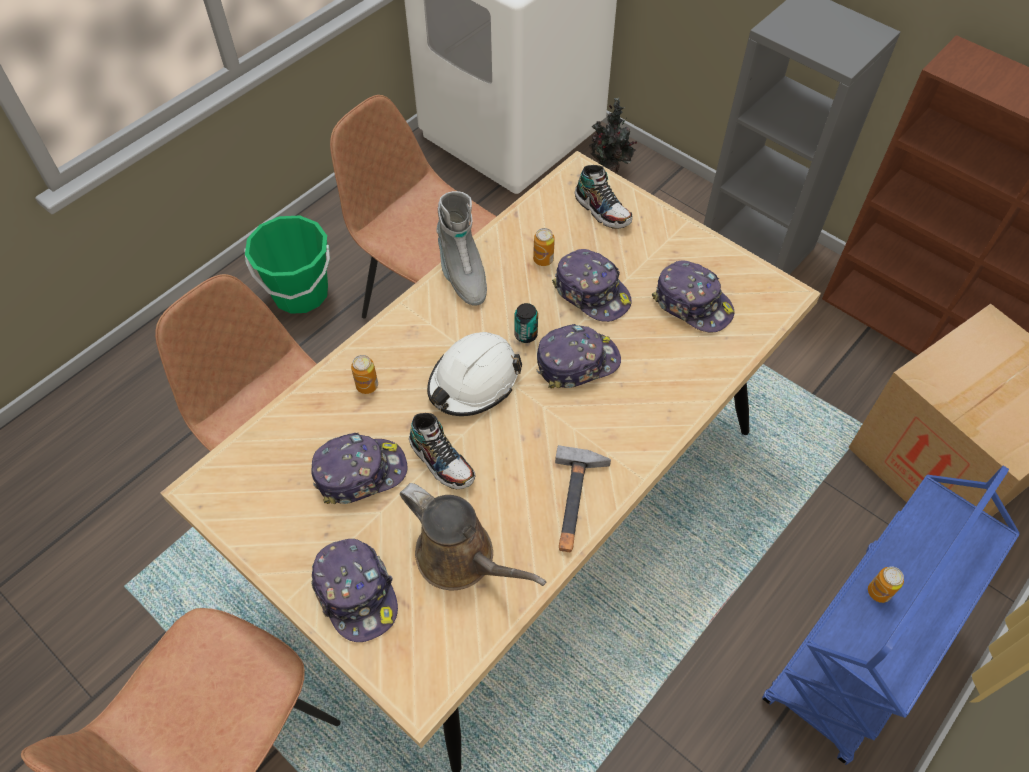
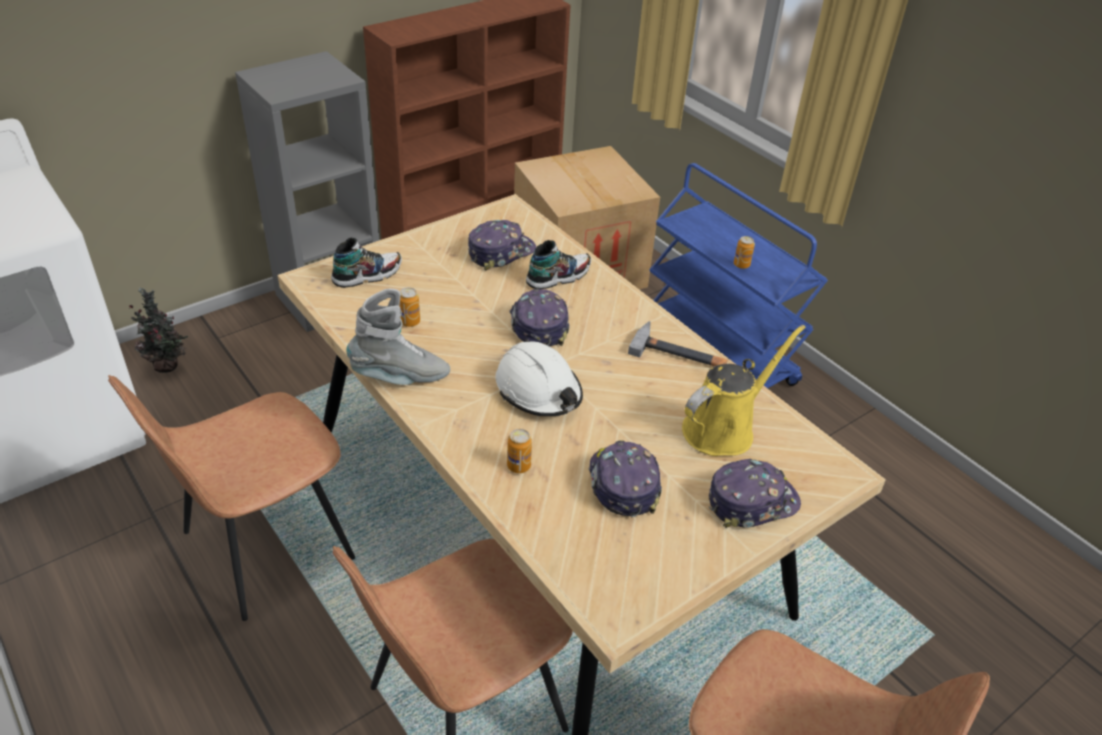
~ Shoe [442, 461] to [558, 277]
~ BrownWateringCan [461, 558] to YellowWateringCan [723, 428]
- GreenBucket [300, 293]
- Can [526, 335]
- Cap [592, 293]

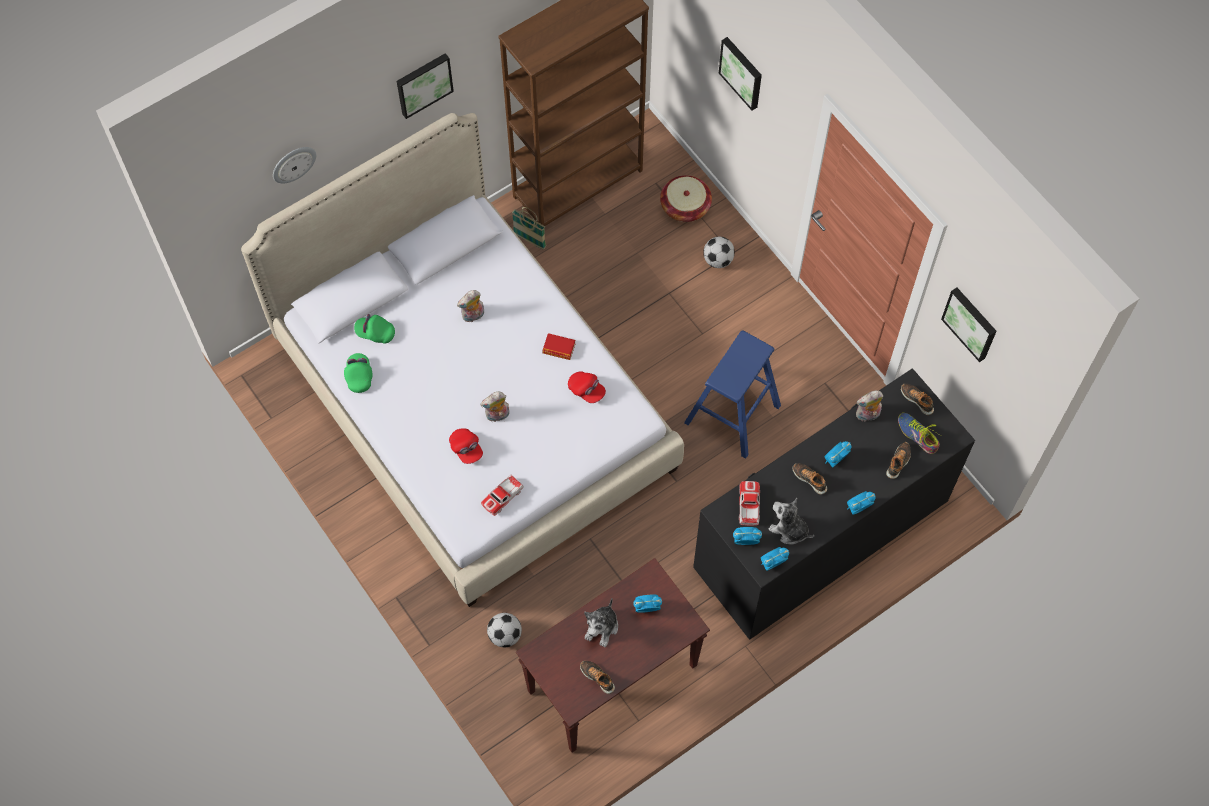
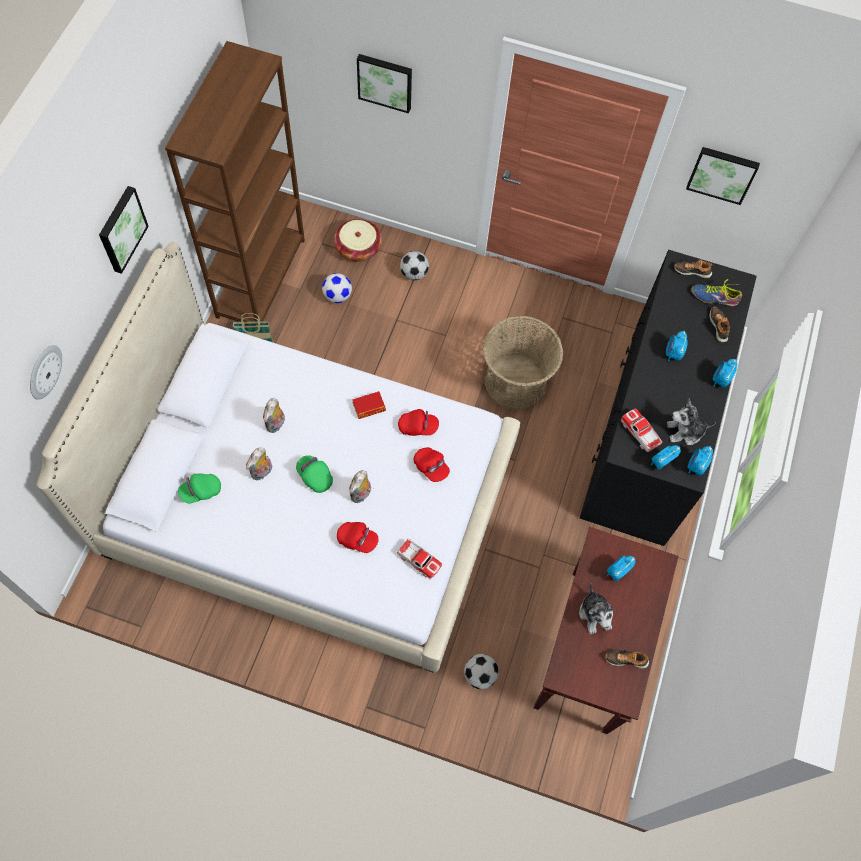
~ PlushToy [867, 415] to [262, 472]
~ GreenCap [359, 376] to [314, 476]
+ Football [337, 296]
~ ToyCar [502, 496] = [419, 560] 60 degrees counterclockwise
+ RedCap [431, 467]
~ BlueStool [732, 414] to Basket [515, 382]
- Shoe [810, 479]

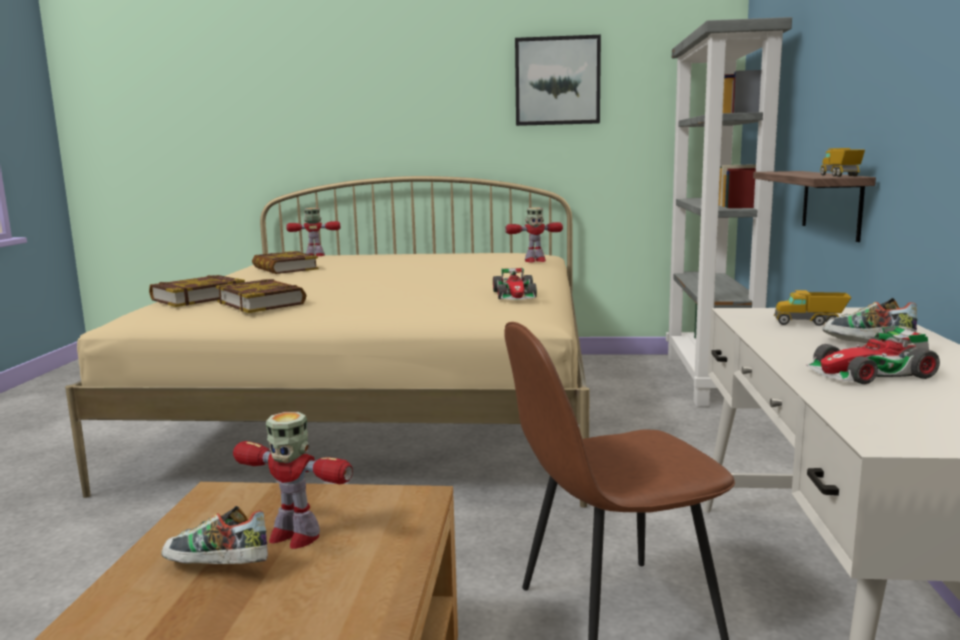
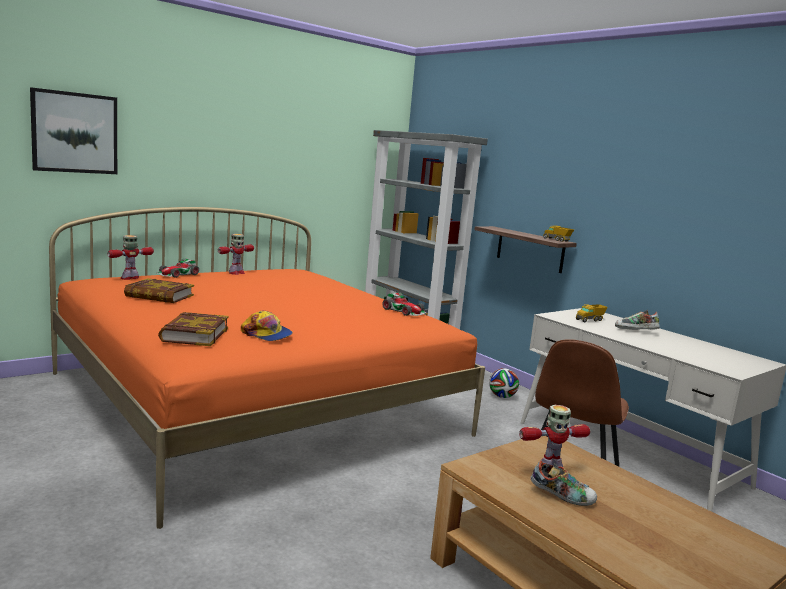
~ Picture [557, 81] to [75, 132]
~ BeigeBed [385, 409] to OrangeBed [255, 403]
~ ToyCar [870, 373] to [178, 274]
~ ToyRobot [534, 261] to [236, 273]
~ Book [262, 303] to Cap [267, 334]
+ Football [502, 396]
~ Shoe [216, 570] = [562, 497] 135 degrees counterclockwise

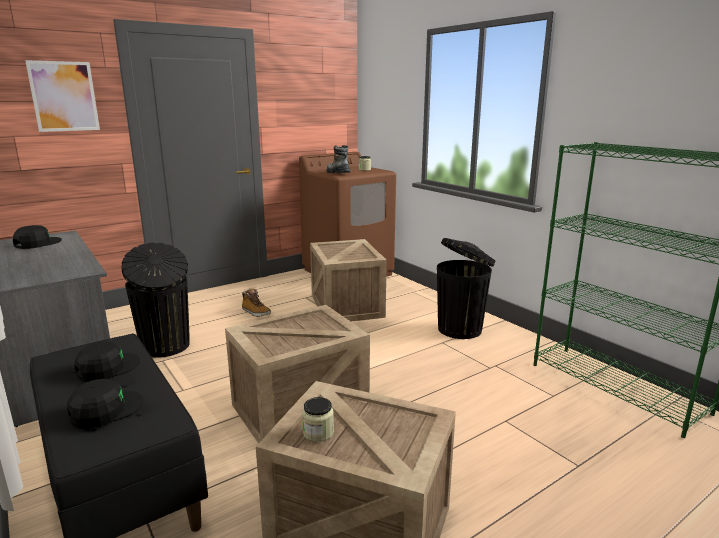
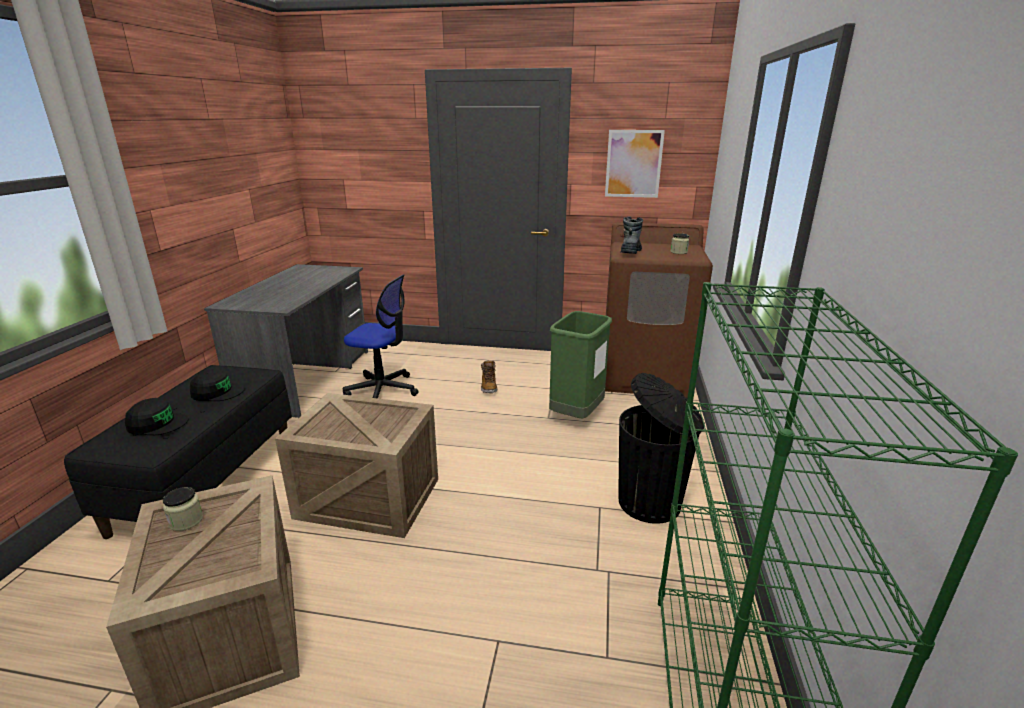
~ BlackTrashCan [165, 347] to OfficeChair [383, 390]
~ Crate [347, 306] to GreenTrashCan [576, 415]
~ Picture [64, 96] to [633, 164]
- BlackCap [37, 243]

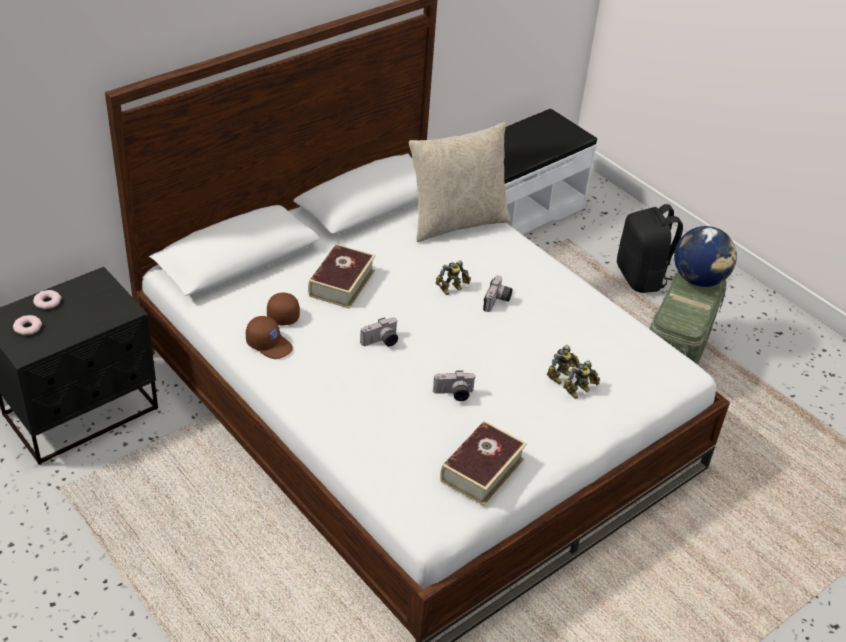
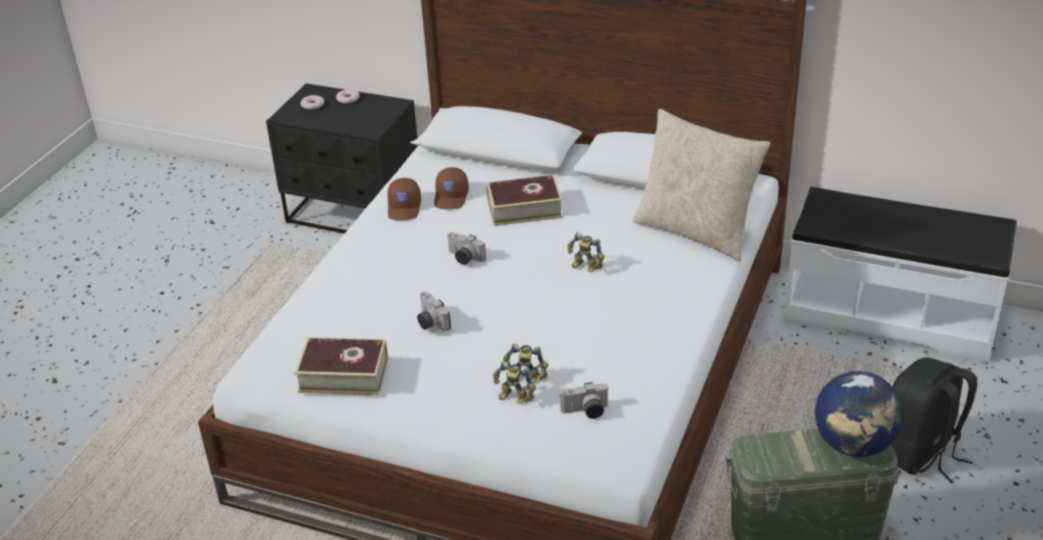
~ BrownCap [282, 312] = [452, 197] 135 degrees clockwise
~ PhotoCamera [497, 302] to [585, 412]

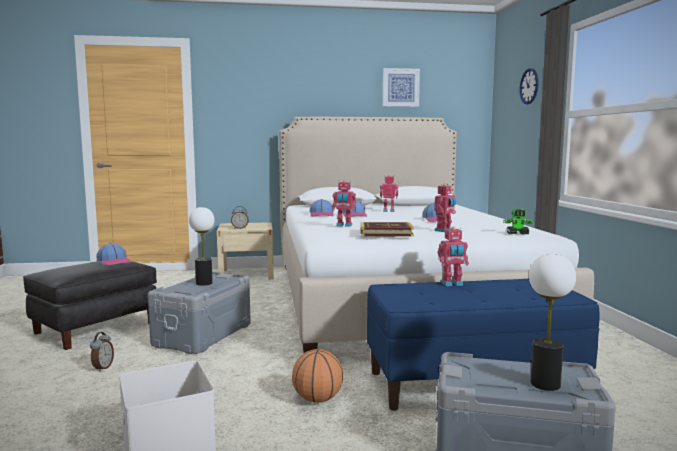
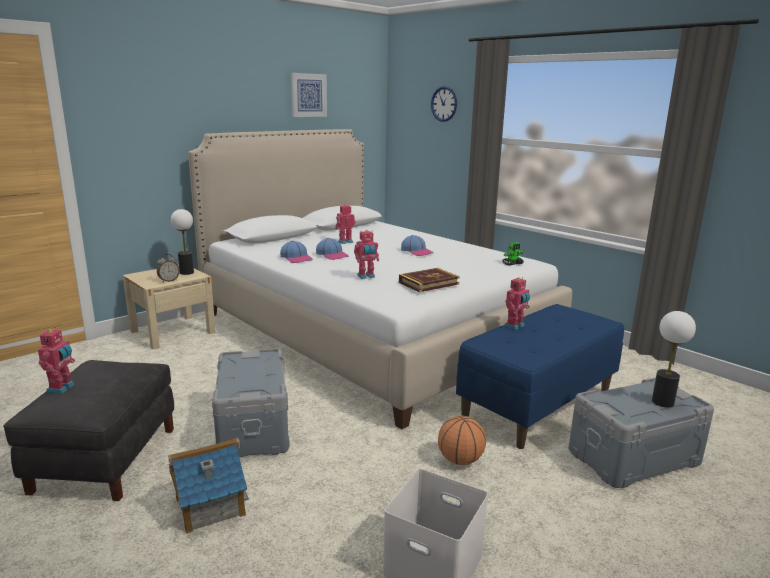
~ ToyRobot [444, 230] to [62, 388]
~ AlarmClock [102, 368] to ToyHouse [209, 506]
~ TableLamp [204, 283] to [187, 272]
- Cap [114, 261]

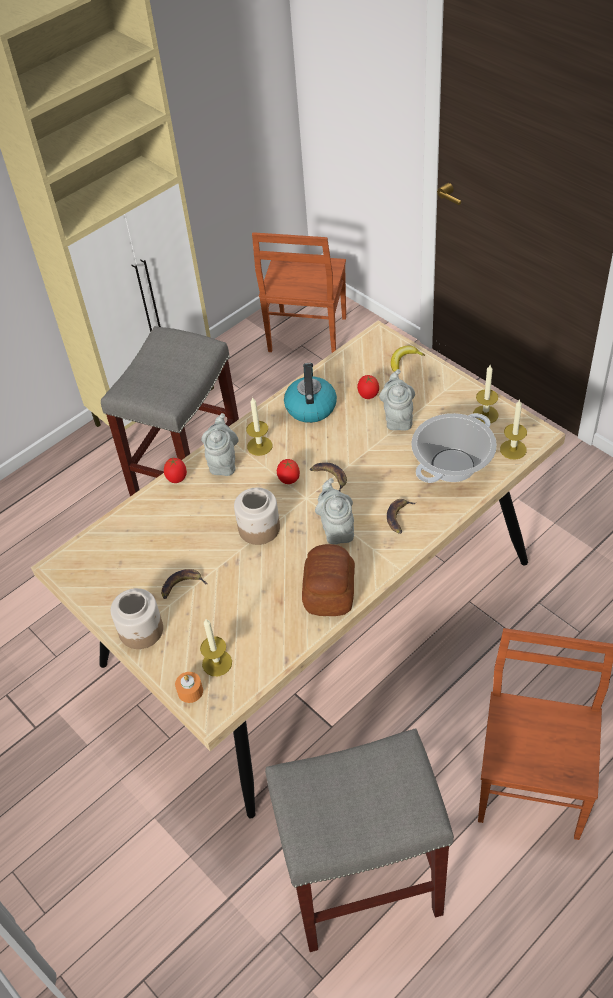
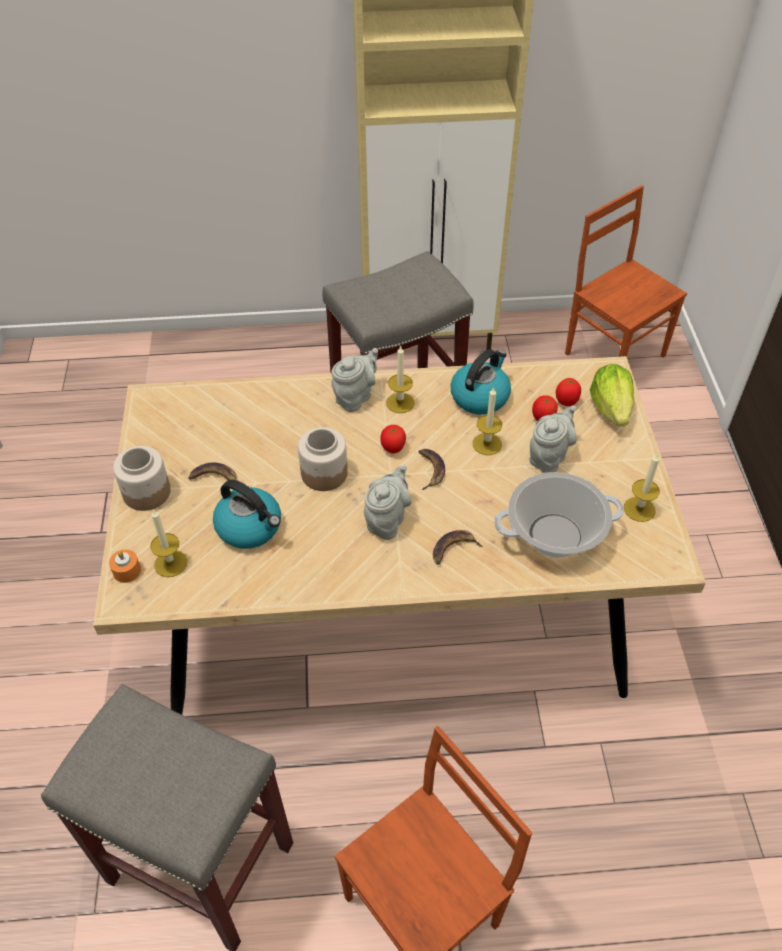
+ Kettle [250, 527]
~ Candle [513, 449] to [487, 444]
~ Tomato [177, 479] to [566, 402]
~ BrownChair [306, 335] = [614, 353] 90 degrees clockwise
~ Banana [404, 361] to Lettuce [611, 408]
- Bread [330, 591]

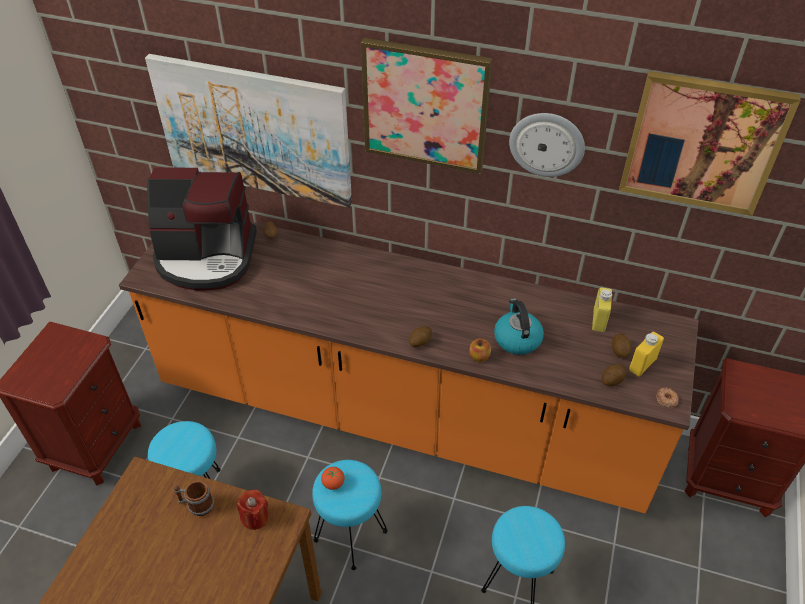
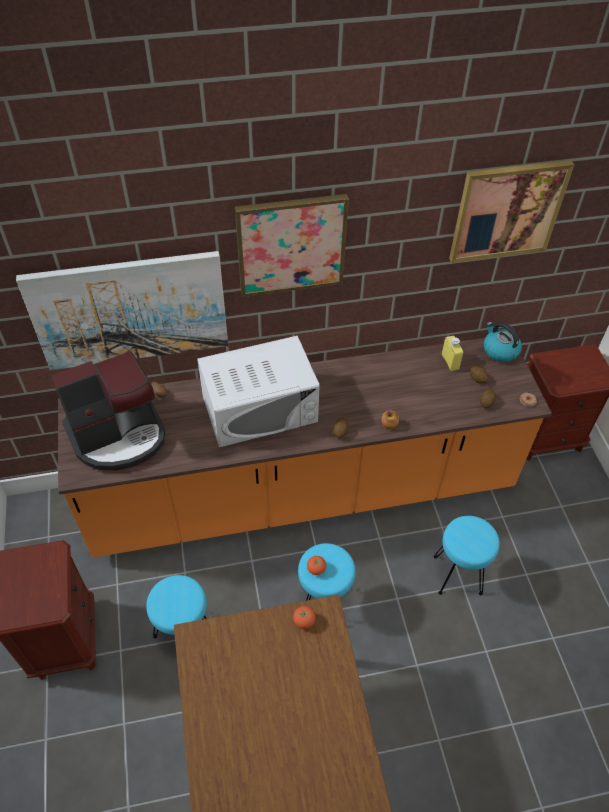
+ WhiteMicrowave [260, 409]
~ RedCandle [255, 517] to Tomato [304, 621]
~ Kettle [517, 339] to [499, 351]
- Mug [196, 505]
- WallClock [547, 144]
- YellowBottle [642, 364]

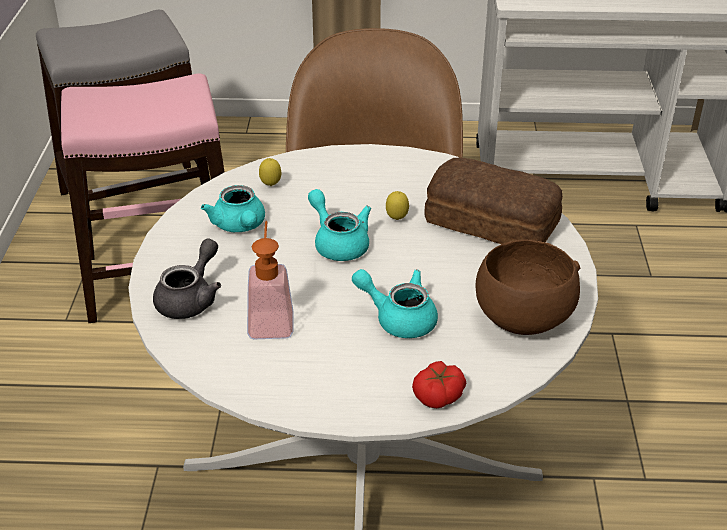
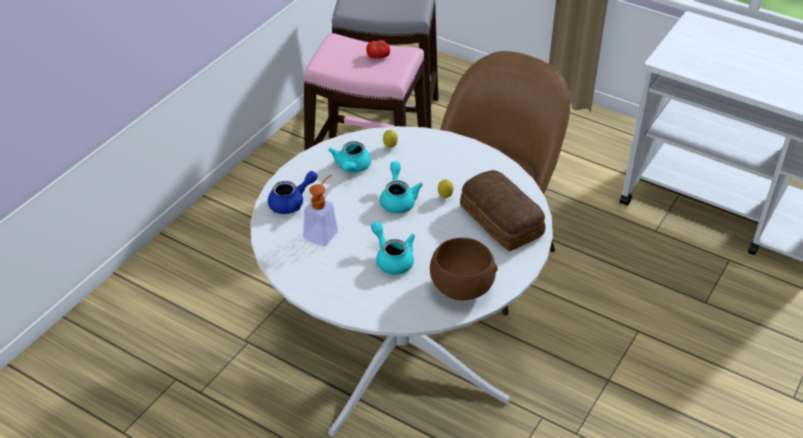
~ GreyTeapot [191, 299] to BlueTeapot [292, 203]
~ Tomato [439, 395] to [378, 55]

